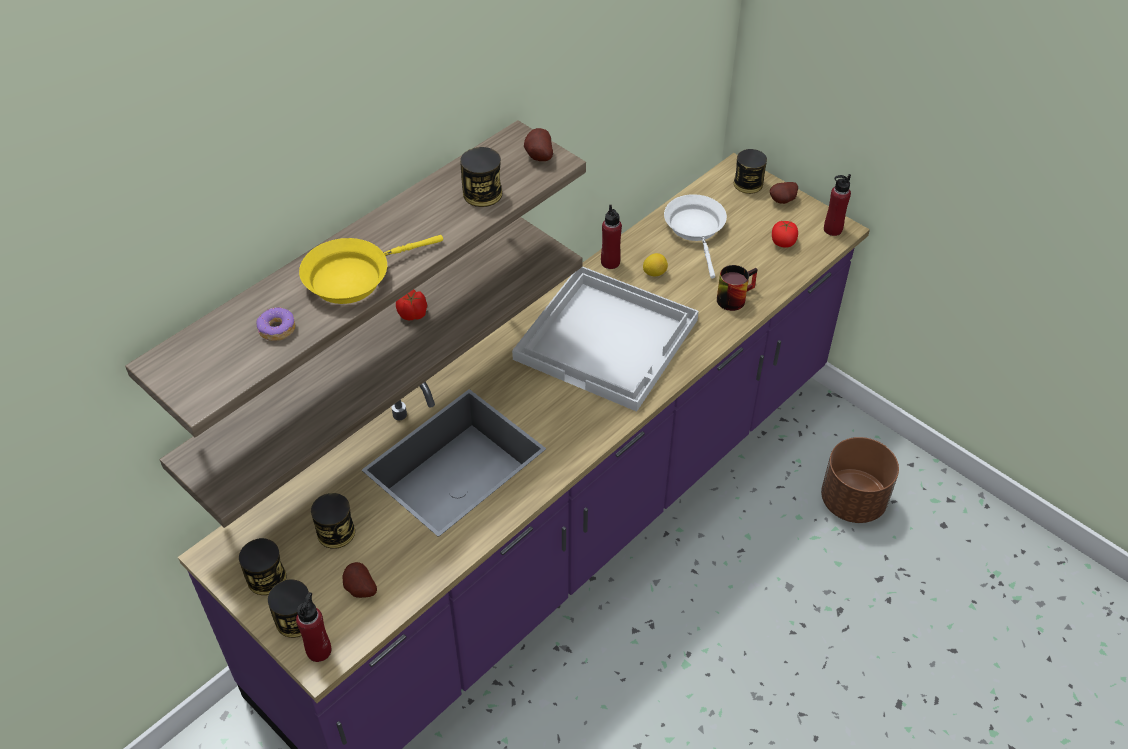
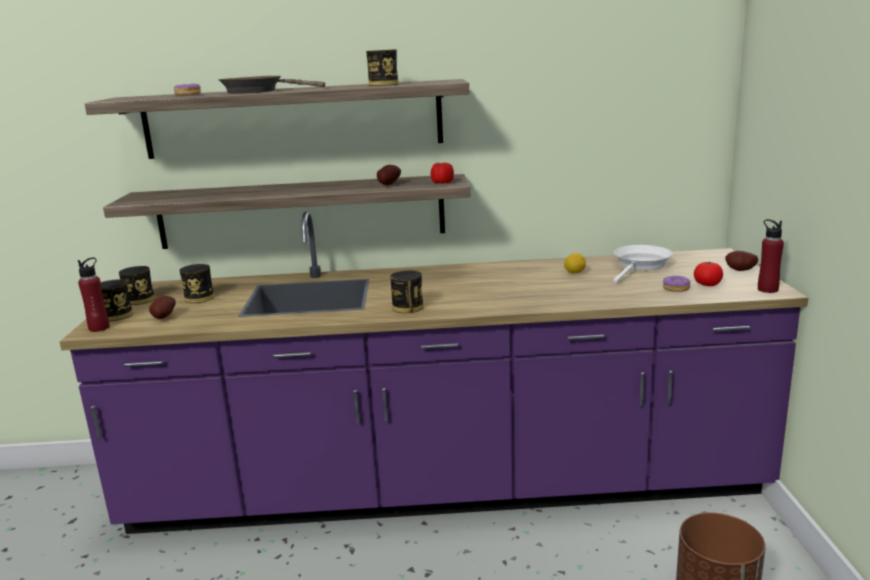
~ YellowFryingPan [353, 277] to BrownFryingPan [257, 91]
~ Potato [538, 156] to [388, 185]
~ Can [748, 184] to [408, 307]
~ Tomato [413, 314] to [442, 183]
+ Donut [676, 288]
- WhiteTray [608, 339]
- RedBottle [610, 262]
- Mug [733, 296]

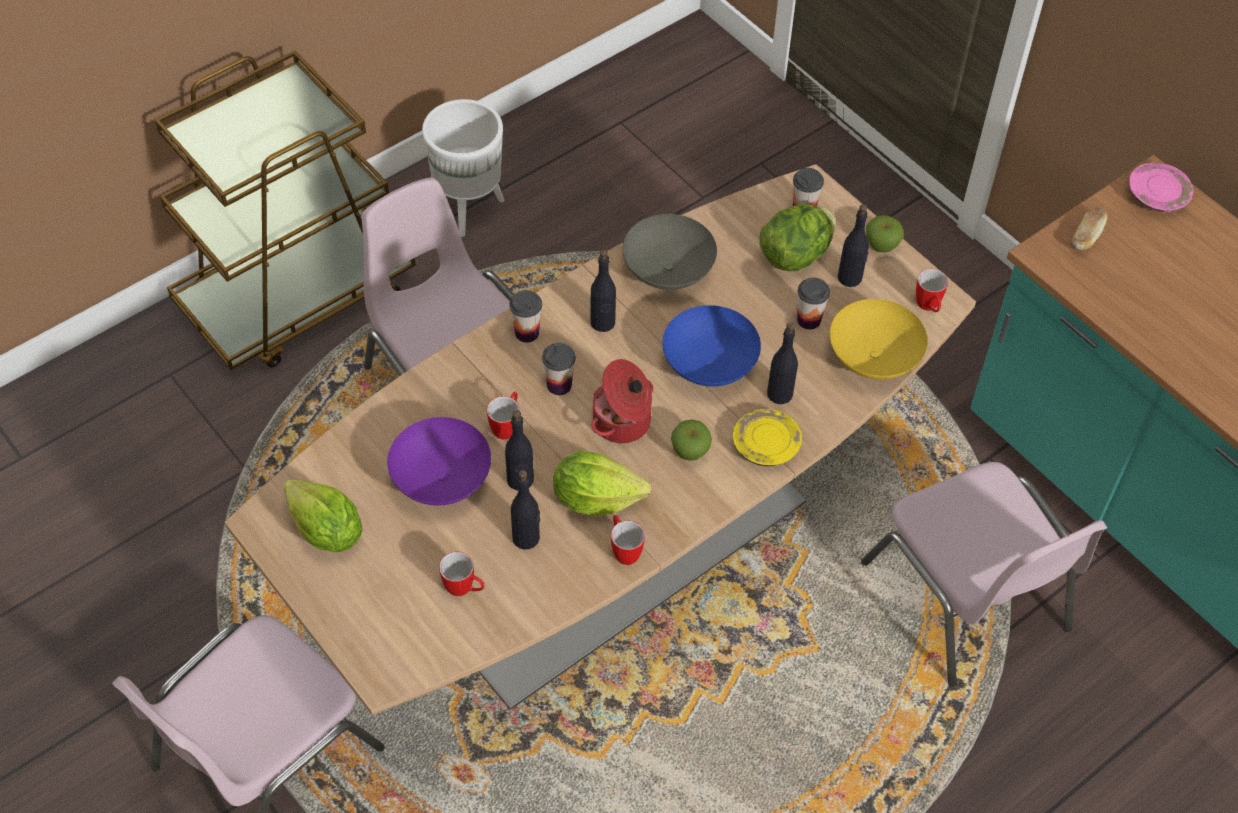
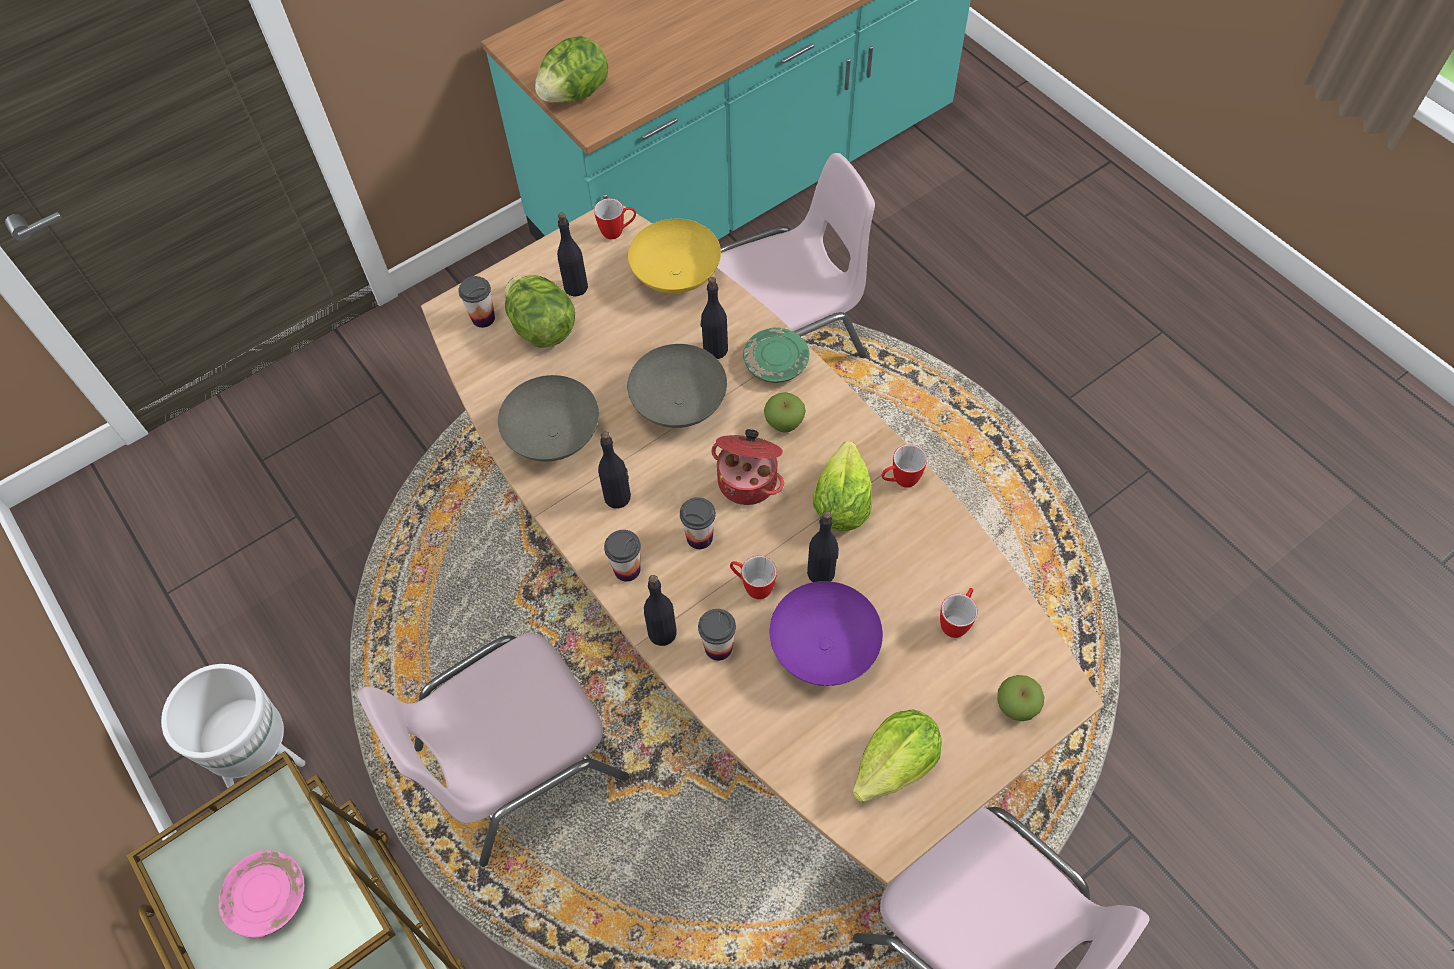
~ PinkPlate [1157, 196] to [268, 897]
~ Bread [1086, 237] to Lettuce [575, 94]
~ BlueBowl [708, 365] to GreyBowl [679, 406]
~ BlackBottle [526, 538] to [662, 632]
~ Cup [809, 320] to [718, 647]
~ YellowPlate [765, 445] to GreenPlate [776, 363]
~ Apple [881, 246] to [1015, 707]

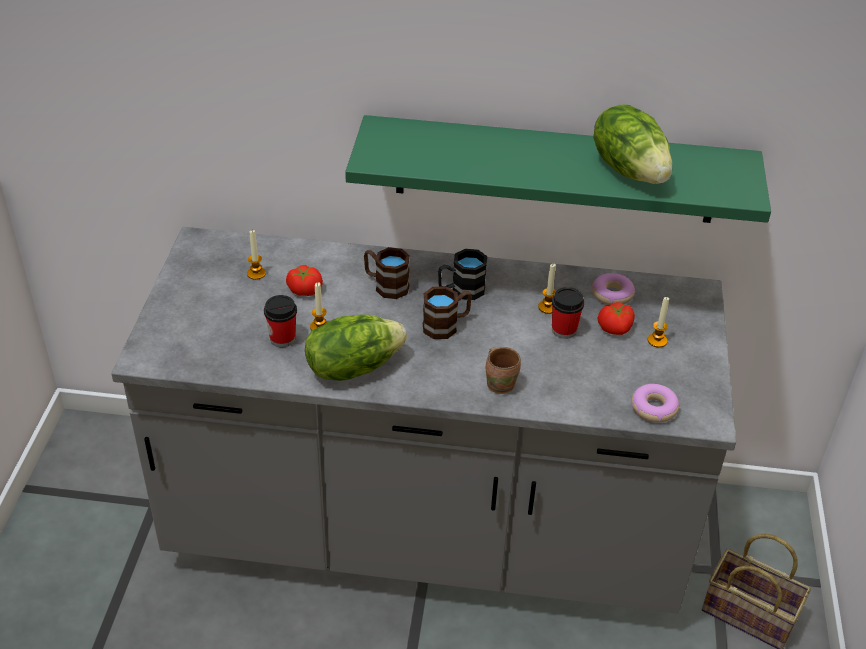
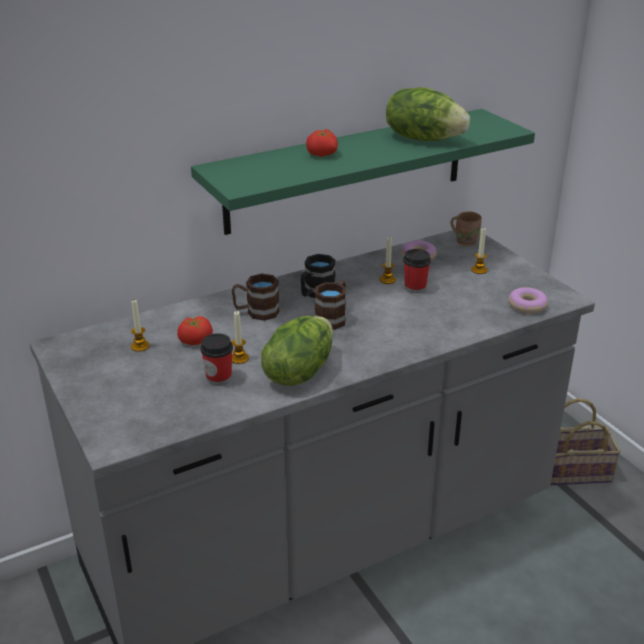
~ Tomato [615, 328] to [323, 154]
~ BrownMug [501, 383] to [465, 241]

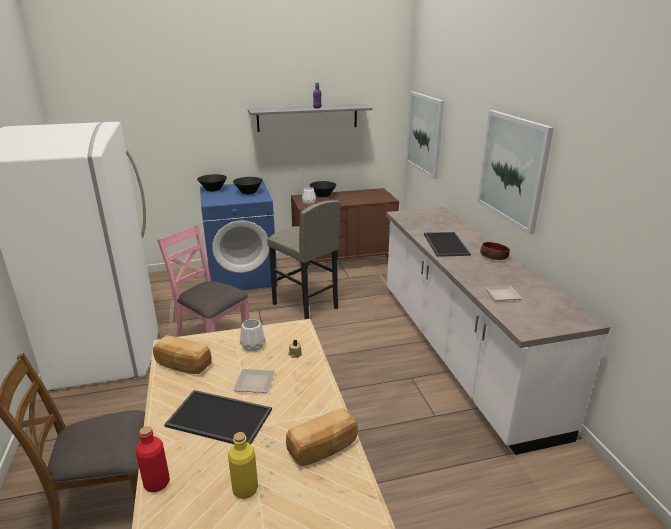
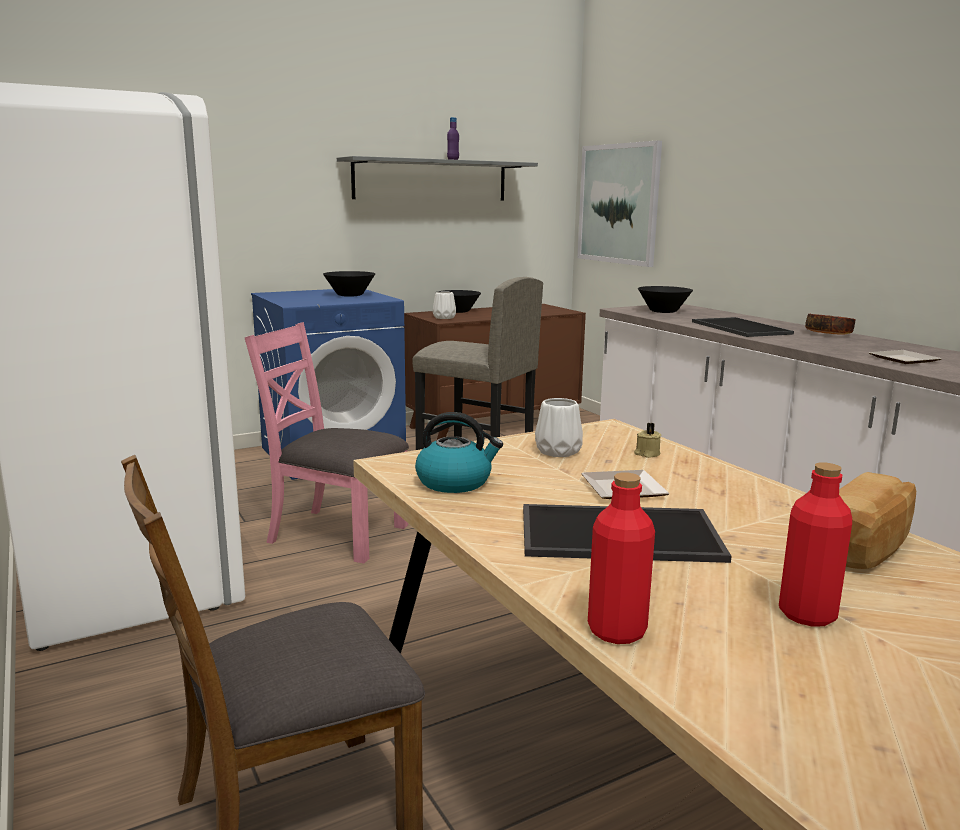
~ Bread [183, 365] to Kettle [455, 482]
~ BlackBowl [213, 189] to [663, 311]
~ YellowBottle [245, 489] to RedBottle [807, 614]
- Picture [512, 169]

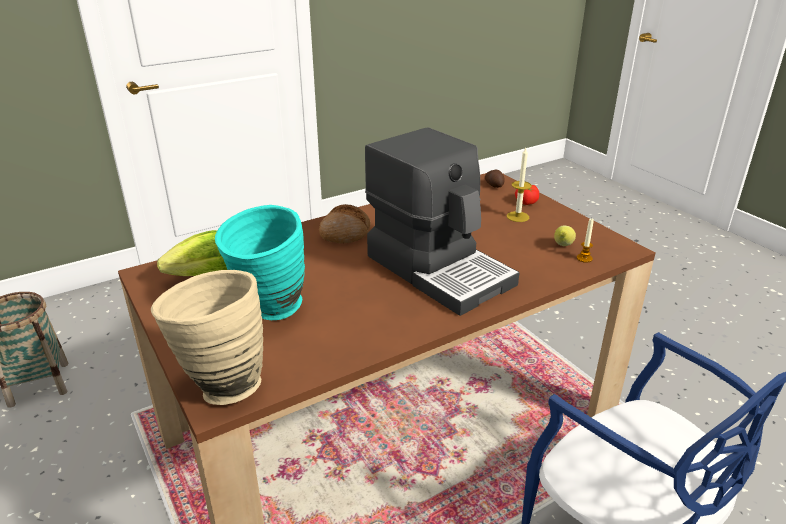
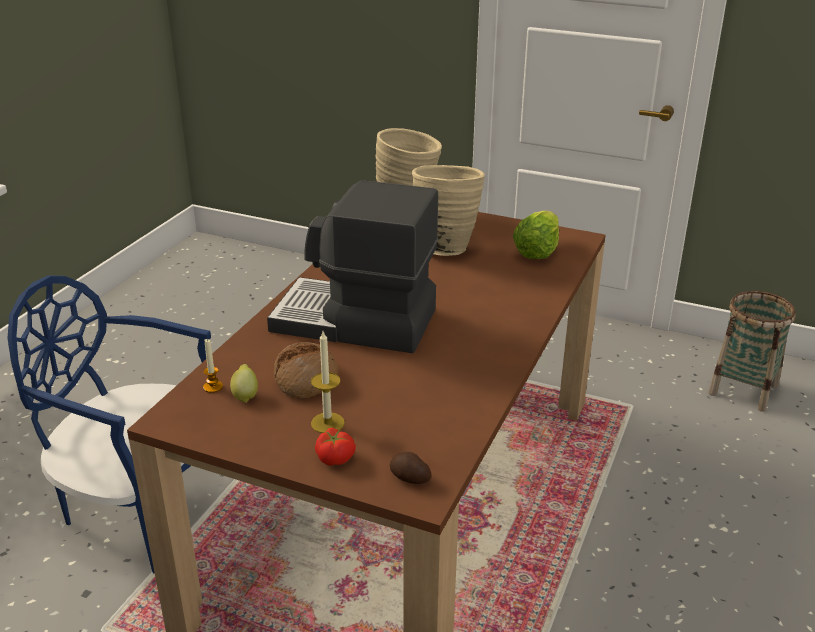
~ Bread [345, 232] to [306, 379]
~ TurquoiseVase [269, 312] to BeigeVase [445, 247]

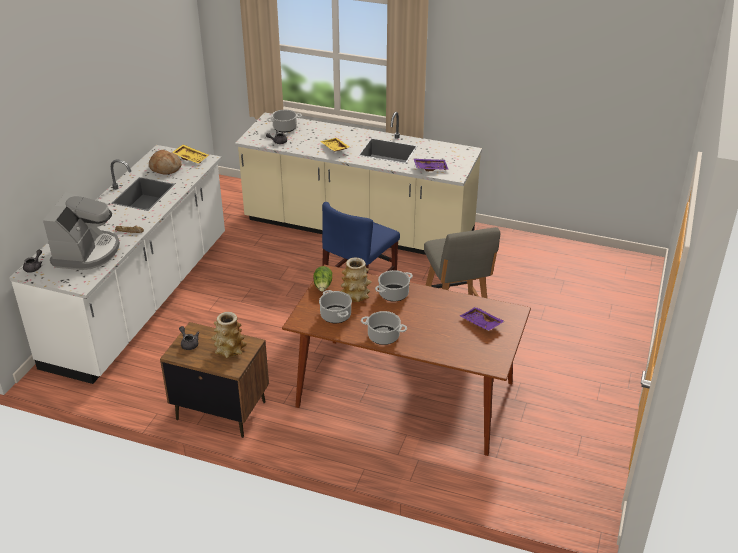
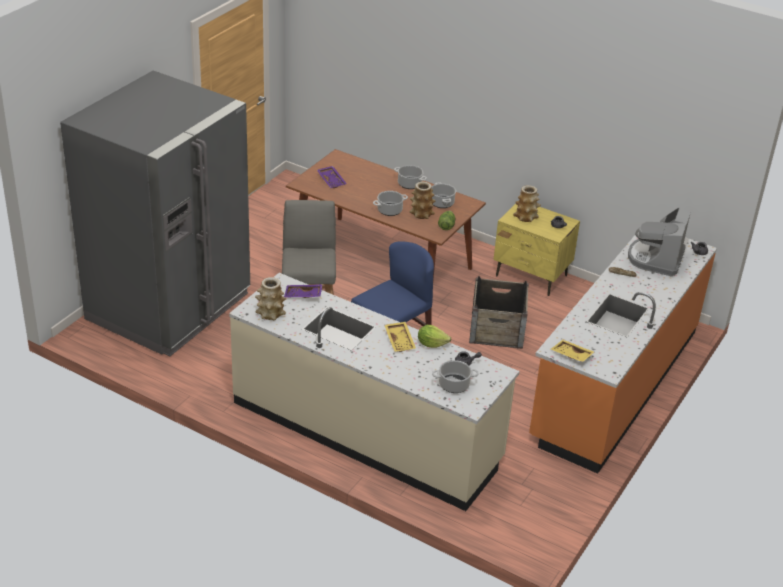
+ GreyFridge [169, 307]
+ Vase [270, 314]
+ Lettuce [431, 344]
+ Crate [497, 329]
~ BrownNightstand [221, 410] to YellowNightstand [531, 276]
~ WhiteCounter [141, 299] to OrangeCounter [614, 383]
- Bread [165, 168]

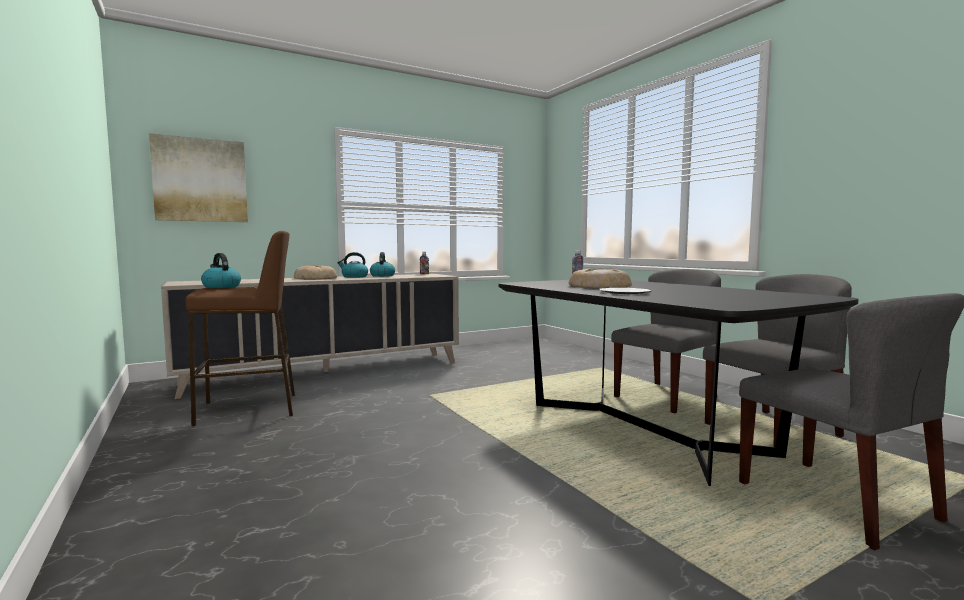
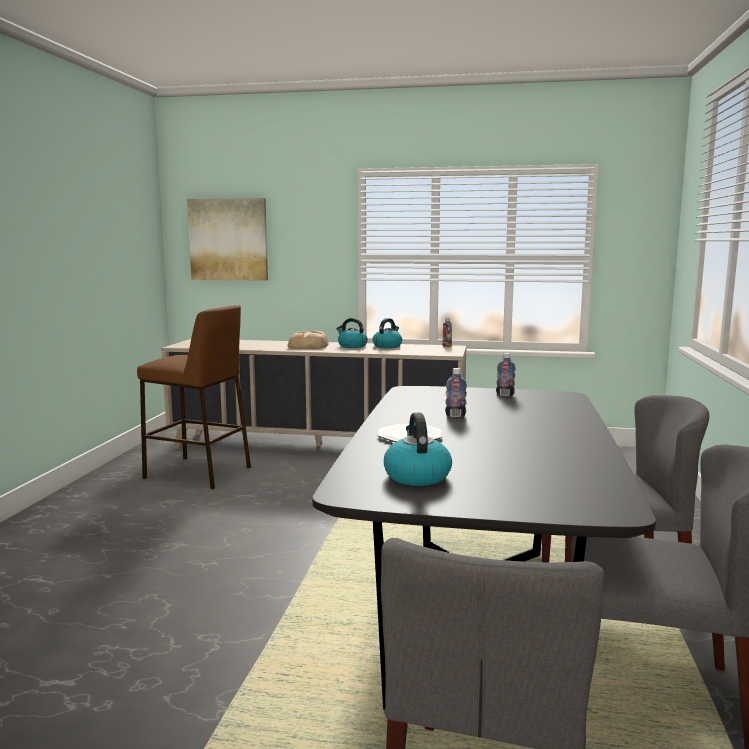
~ Kettle [221, 287] to [416, 476]
~ Bread [600, 286] to Bottle [455, 416]

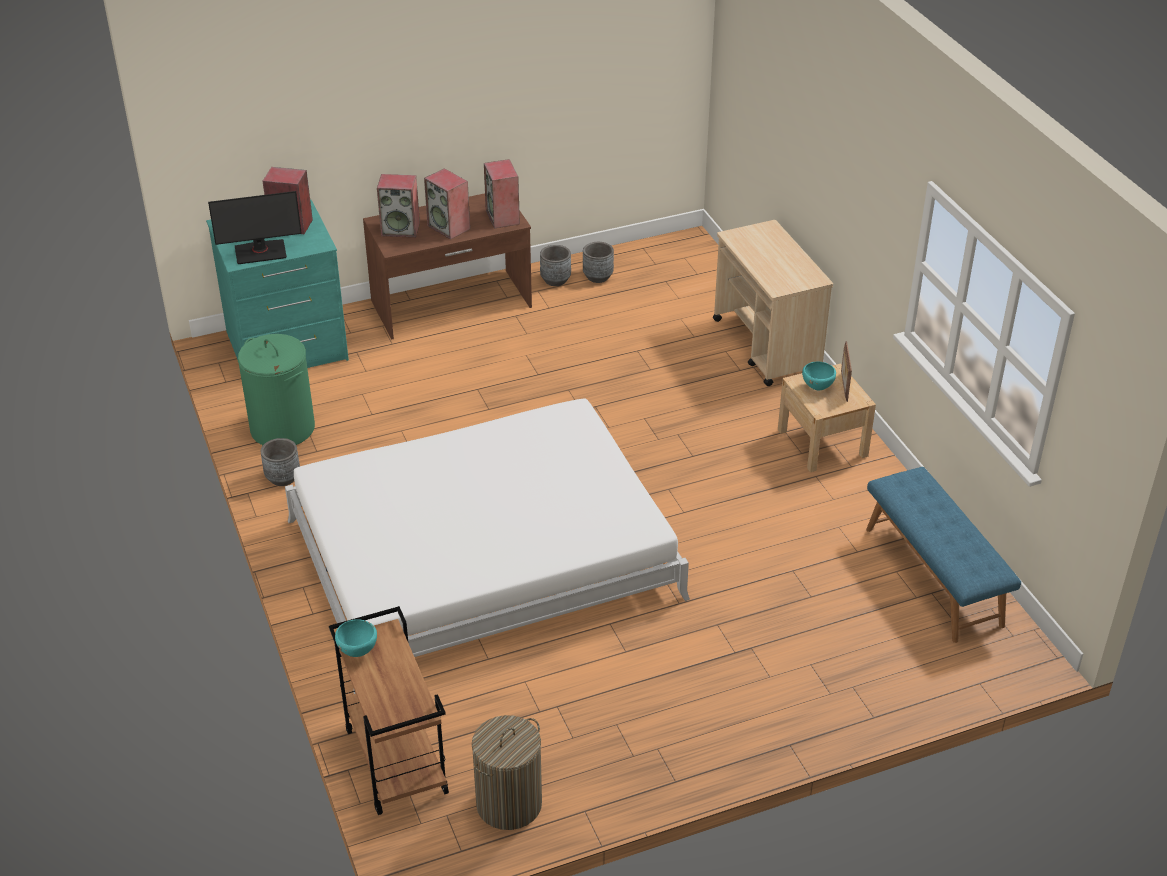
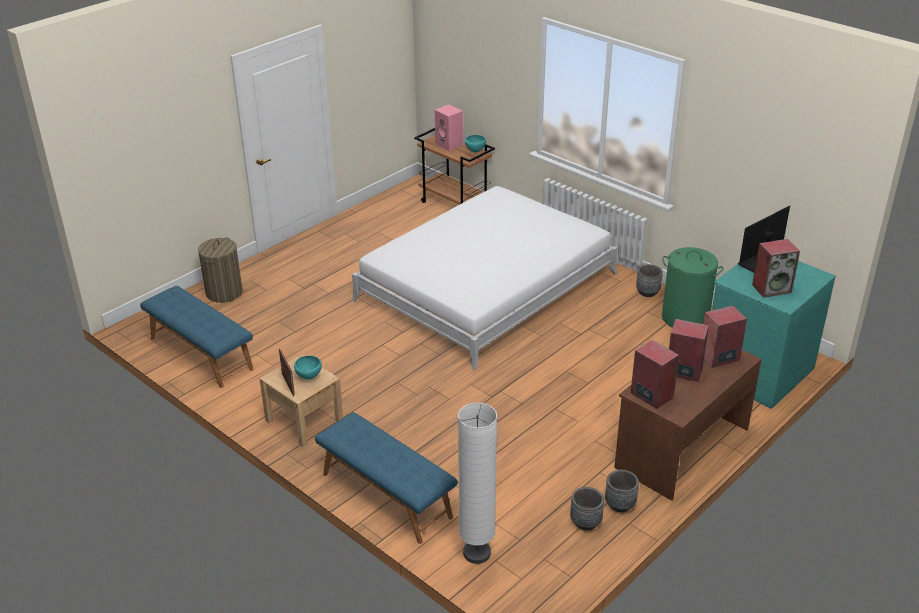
~ LaundryBasket [509, 804] to [224, 292]
~ BeigeCart [767, 346] to BlueBench [385, 495]
+ PinkSpeaker [450, 144]
+ WhiteFloorLamp [477, 553]

